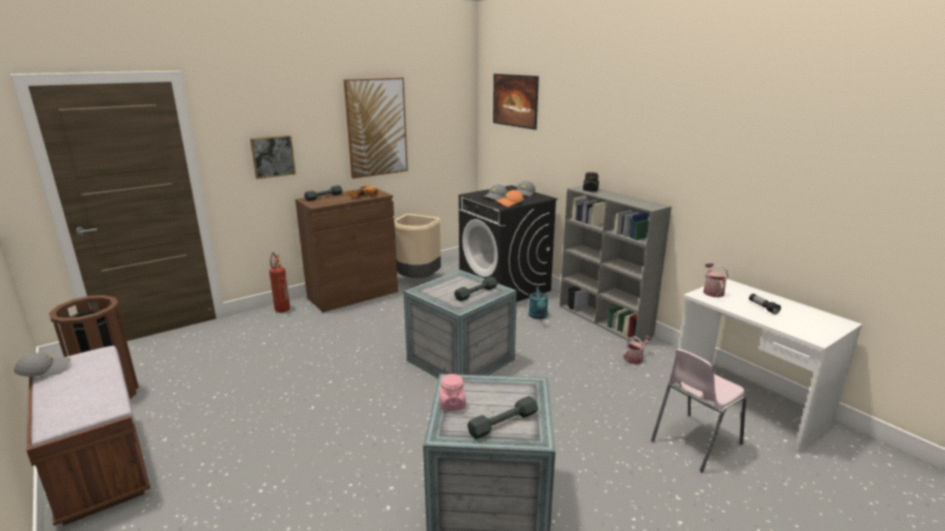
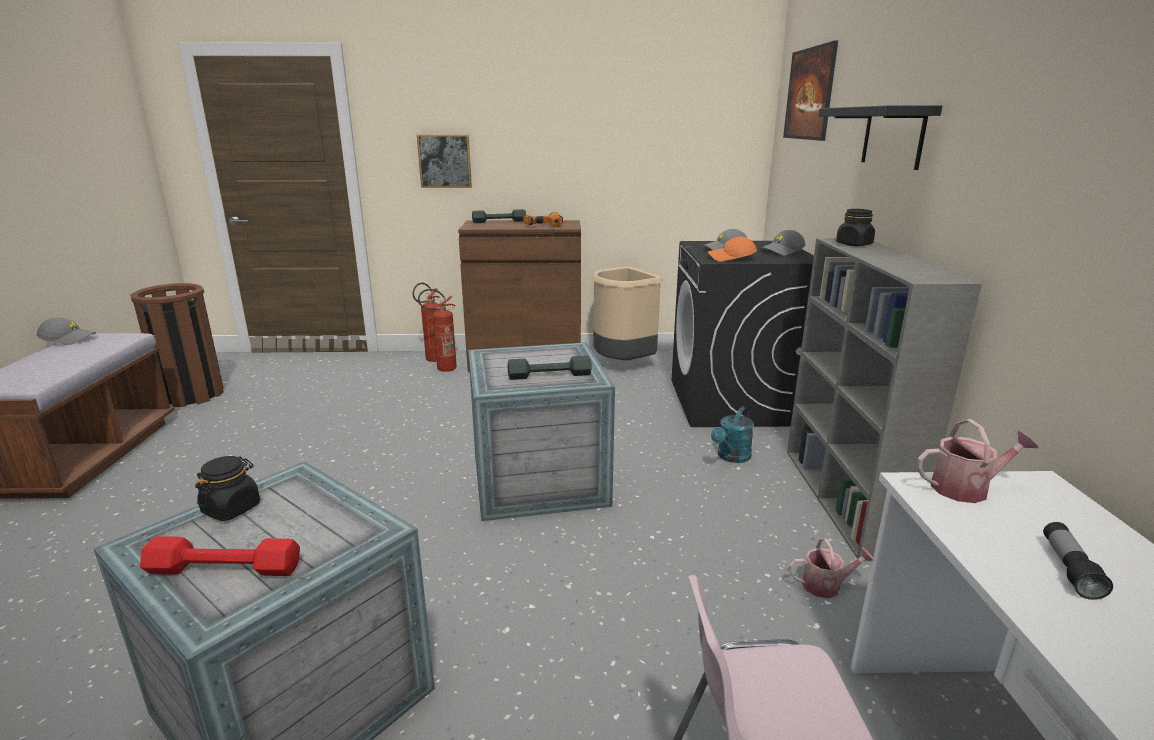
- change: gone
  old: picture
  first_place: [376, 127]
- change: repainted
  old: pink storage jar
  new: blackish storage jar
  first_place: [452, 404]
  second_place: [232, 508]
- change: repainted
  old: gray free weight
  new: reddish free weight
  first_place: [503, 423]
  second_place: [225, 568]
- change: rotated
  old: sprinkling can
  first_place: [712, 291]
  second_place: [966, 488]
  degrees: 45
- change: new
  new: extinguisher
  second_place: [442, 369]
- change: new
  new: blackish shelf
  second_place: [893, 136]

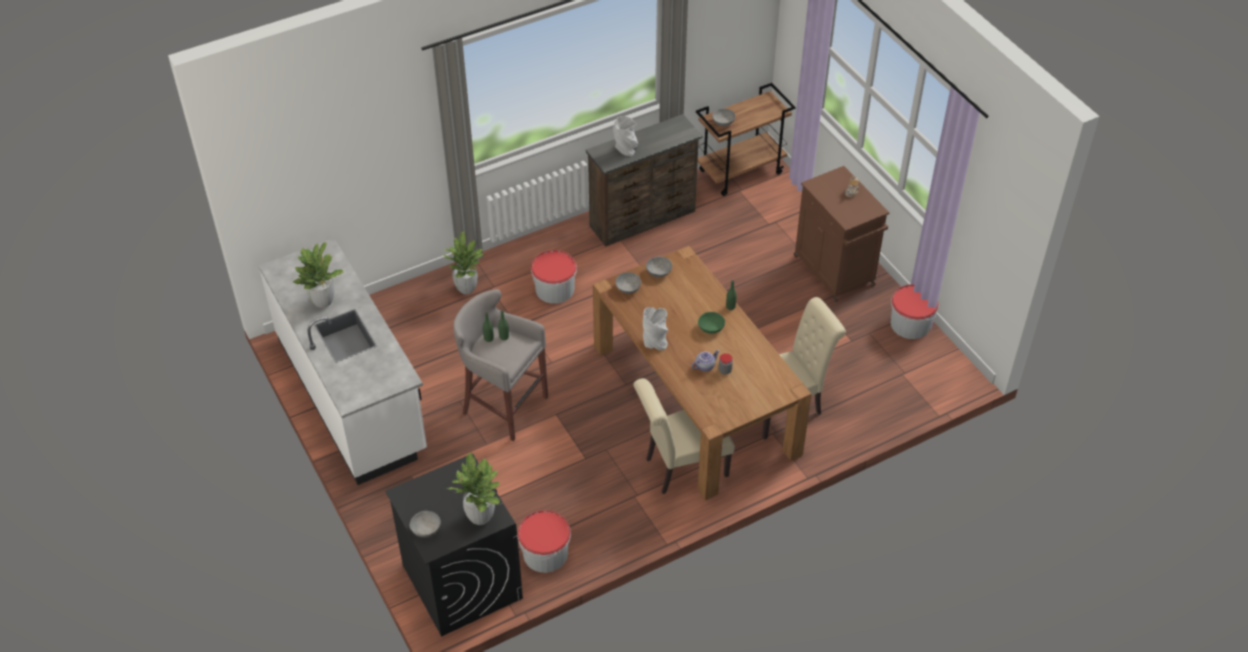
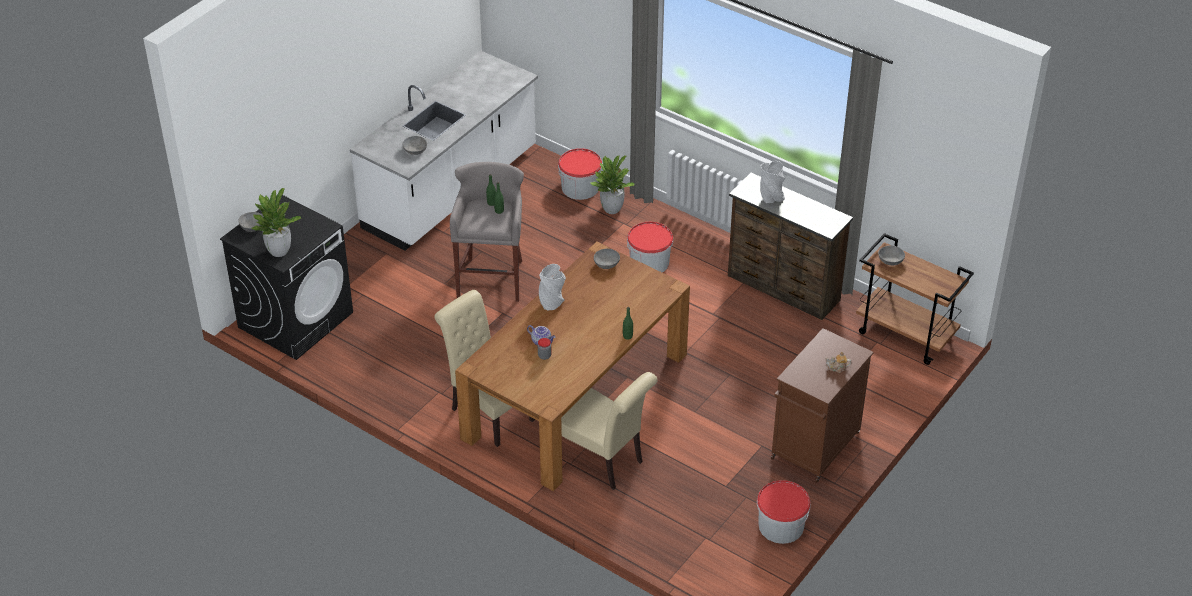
- change: gone
  old: potted plant
  first_place: [323, 301]
- change: shifted
  old: bucket
  first_place: [545, 553]
  second_place: [580, 187]
- change: shifted
  old: gray deep dish
  first_place: [658, 272]
  second_place: [415, 150]
- change: gone
  old: green-coloured deep dish
  first_place: [711, 328]

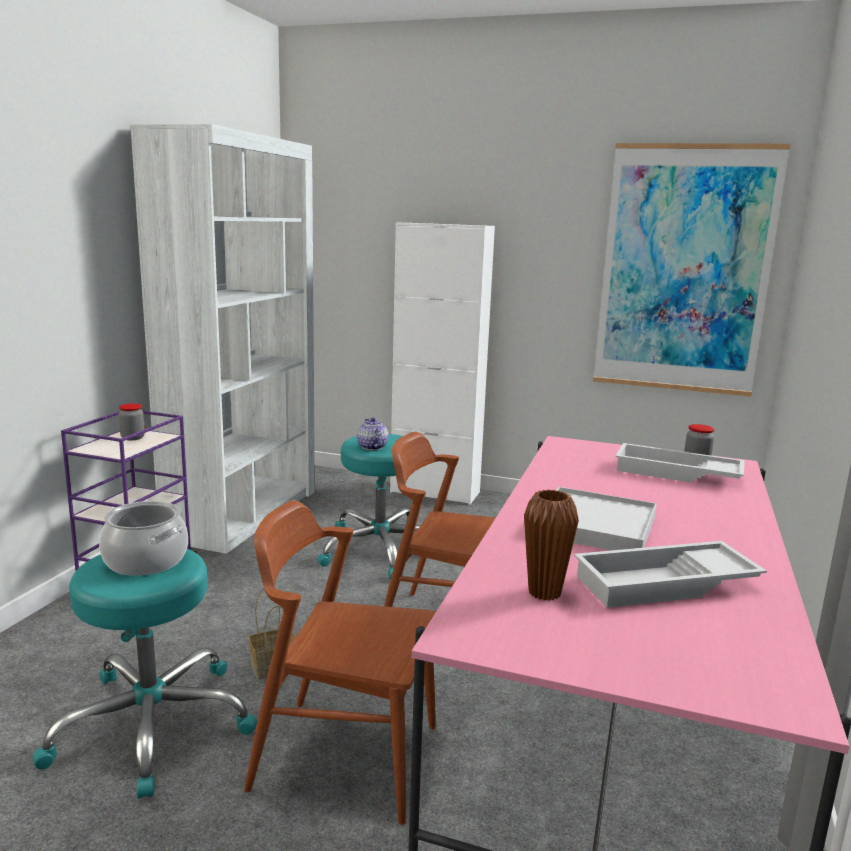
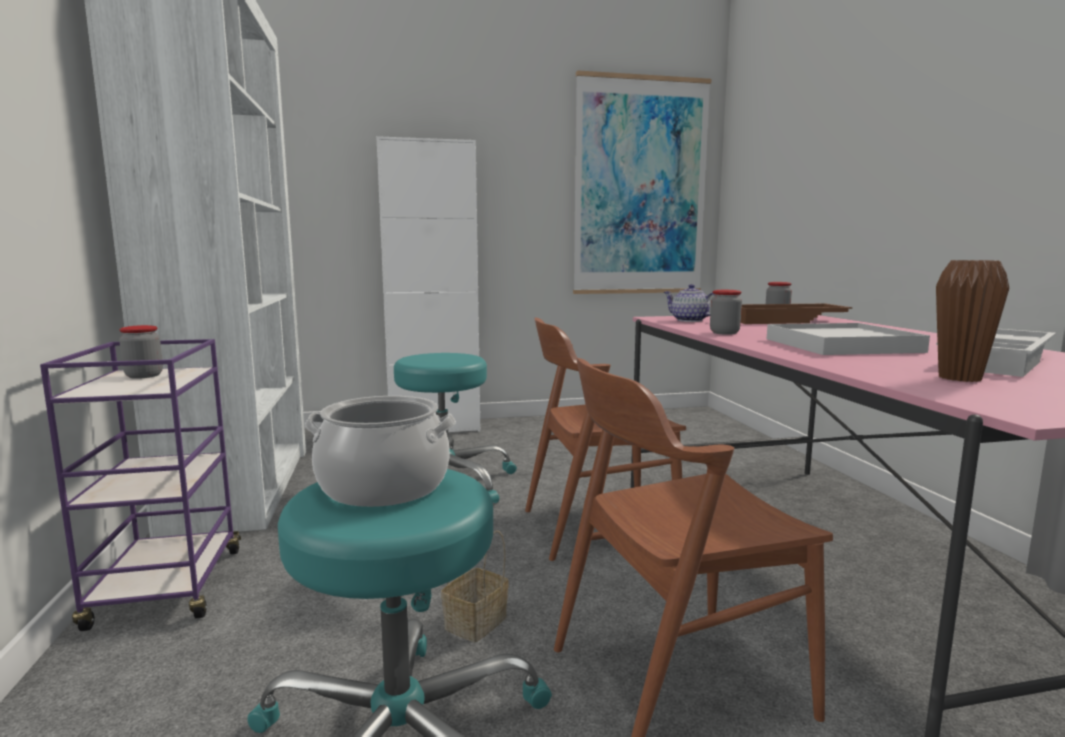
- change: shifted
  old: tea pot
  first_place: [372, 447]
  second_place: [690, 320]
- change: repainted
  old: white-coloured serving tray
  new: brown-coloured serving tray
  first_place: [676, 473]
  second_place: [785, 321]
- change: new
  new: storage jar
  second_place: [724, 333]

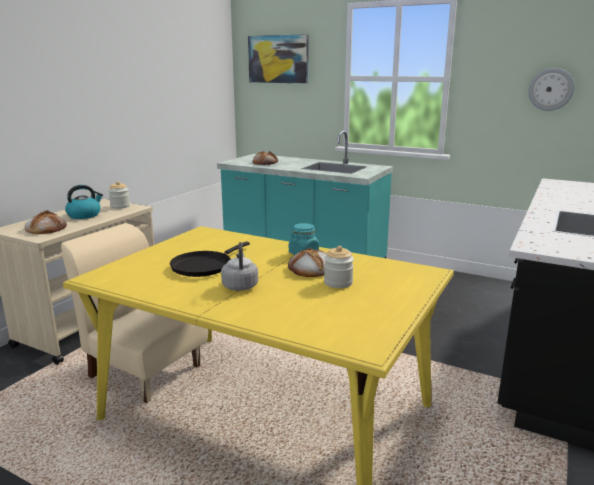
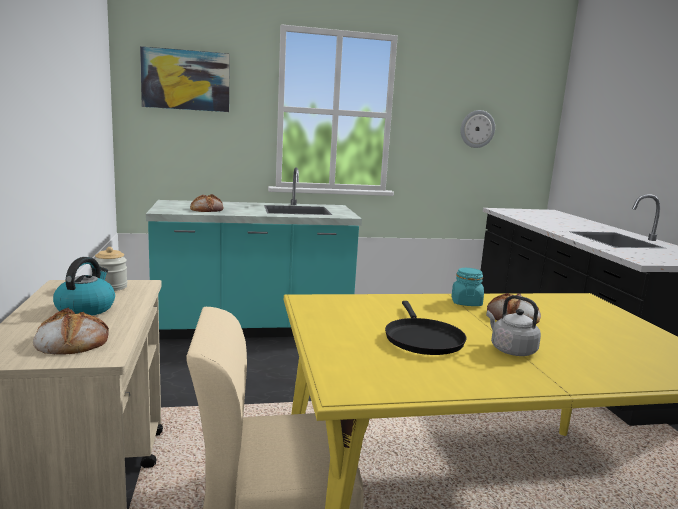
- change: gone
  old: storage jar
  first_place: [338, 283]

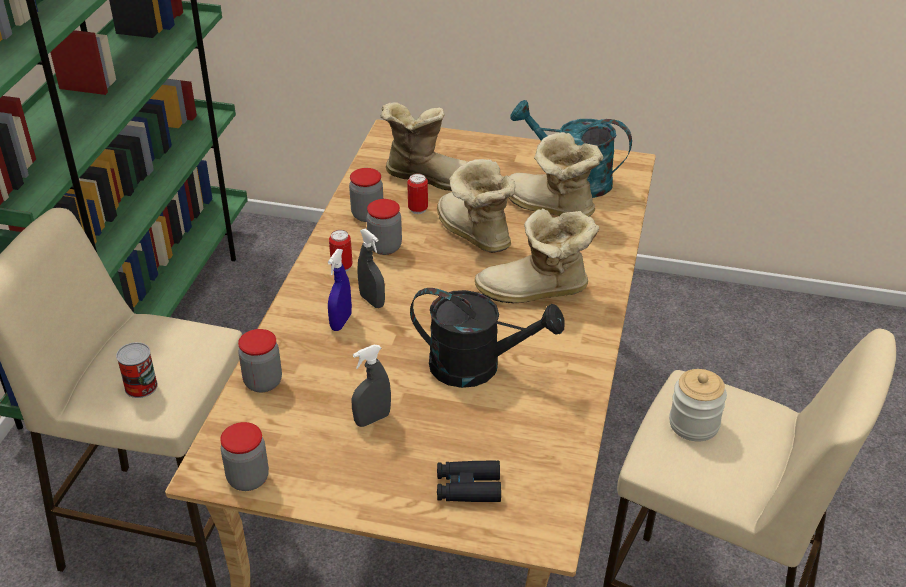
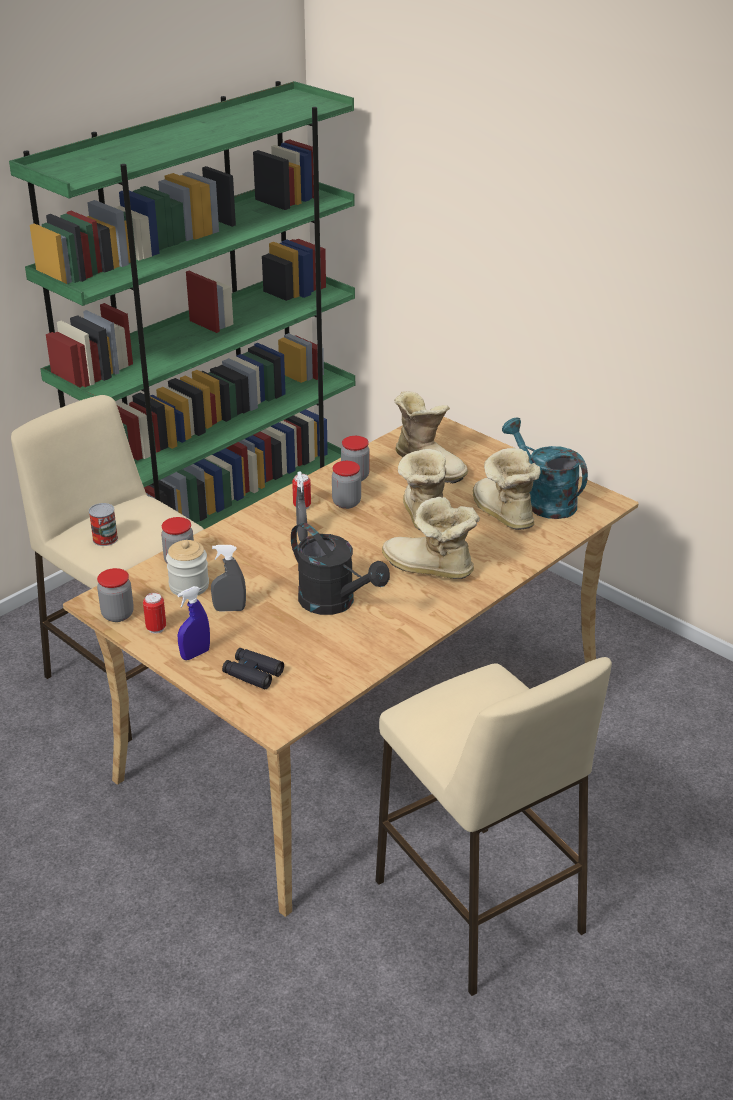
- change: shifted
  old: blue spray bottle
  first_place: [341, 322]
  second_place: [195, 654]
- change: shifted
  old: metal can
  first_place: [418, 209]
  second_place: [156, 628]
- change: shifted
  old: storage jar
  first_place: [694, 424]
  second_place: [189, 586]

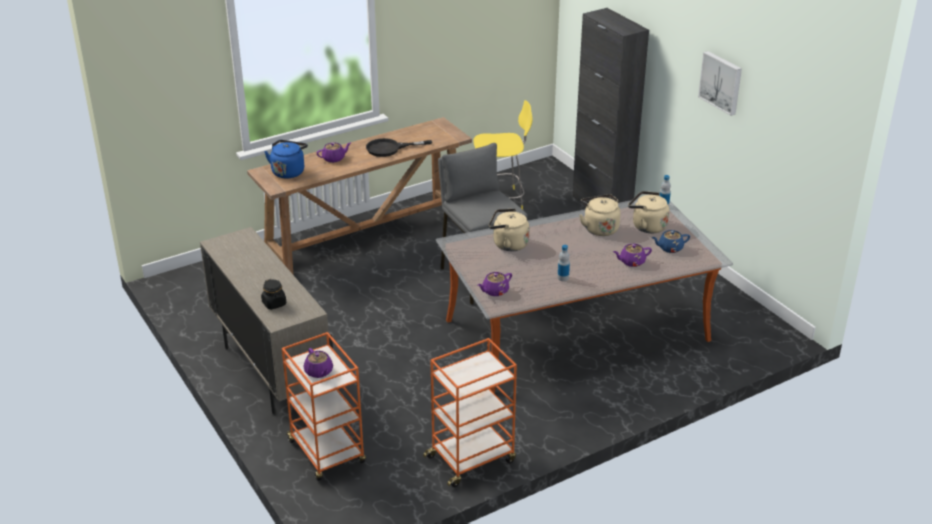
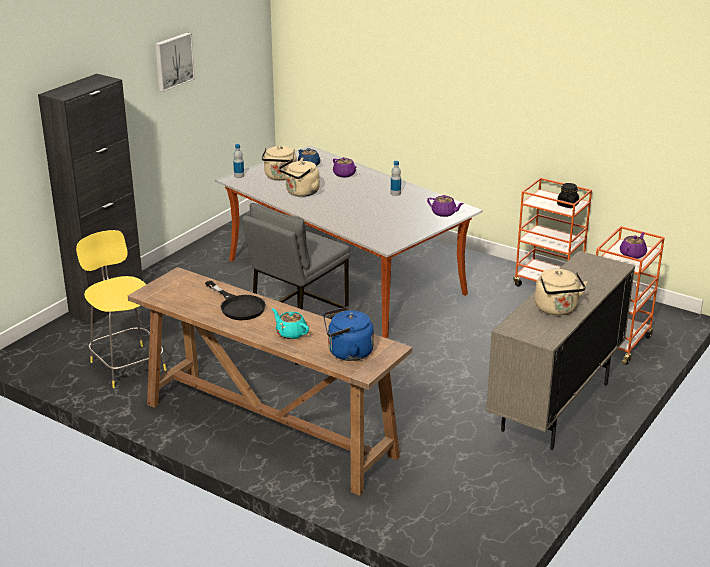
- change: shifted
  old: blackish storage jar
  first_place: [274, 304]
  second_place: [567, 205]
- change: repainted
  old: purplish tea pot
  new: turquoise tea pot
  first_place: [334, 158]
  second_place: [291, 333]
- change: shifted
  old: beige-coloured kettle
  first_place: [508, 244]
  second_place: [557, 309]

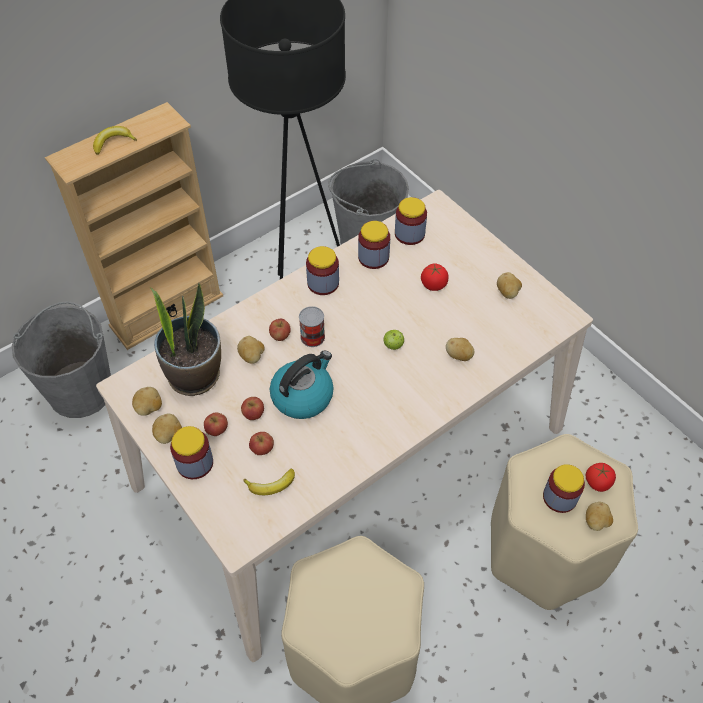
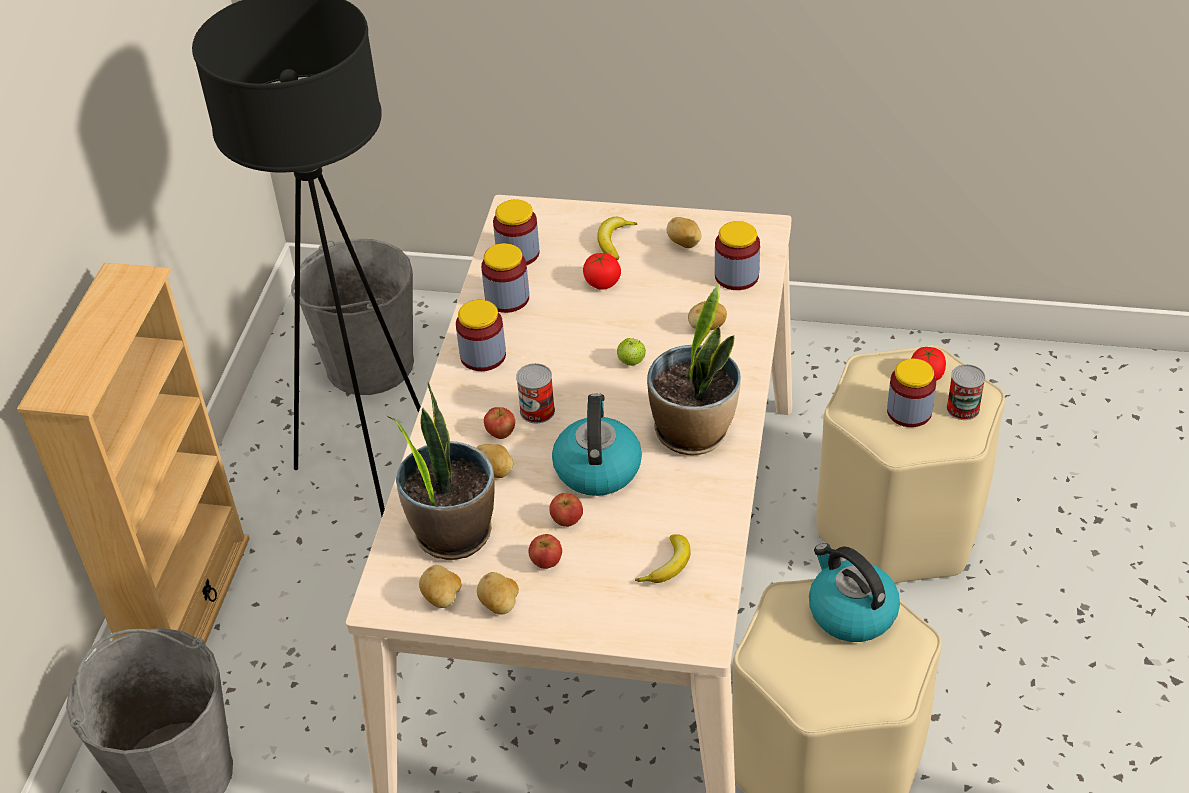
- change: shifted
  old: banana
  first_place: [113, 143]
  second_place: [614, 241]
- change: shifted
  old: storage jar
  first_place: [195, 463]
  second_place: [736, 276]
- change: gone
  old: apple fruit
  first_place: [262, 449]
- change: swapped
  old: whole potato
  new: metal can
  first_place: [596, 522]
  second_place: [963, 408]
- change: new
  new: potted plant
  second_place: [694, 432]
- change: new
  new: kettle
  second_place: [850, 612]

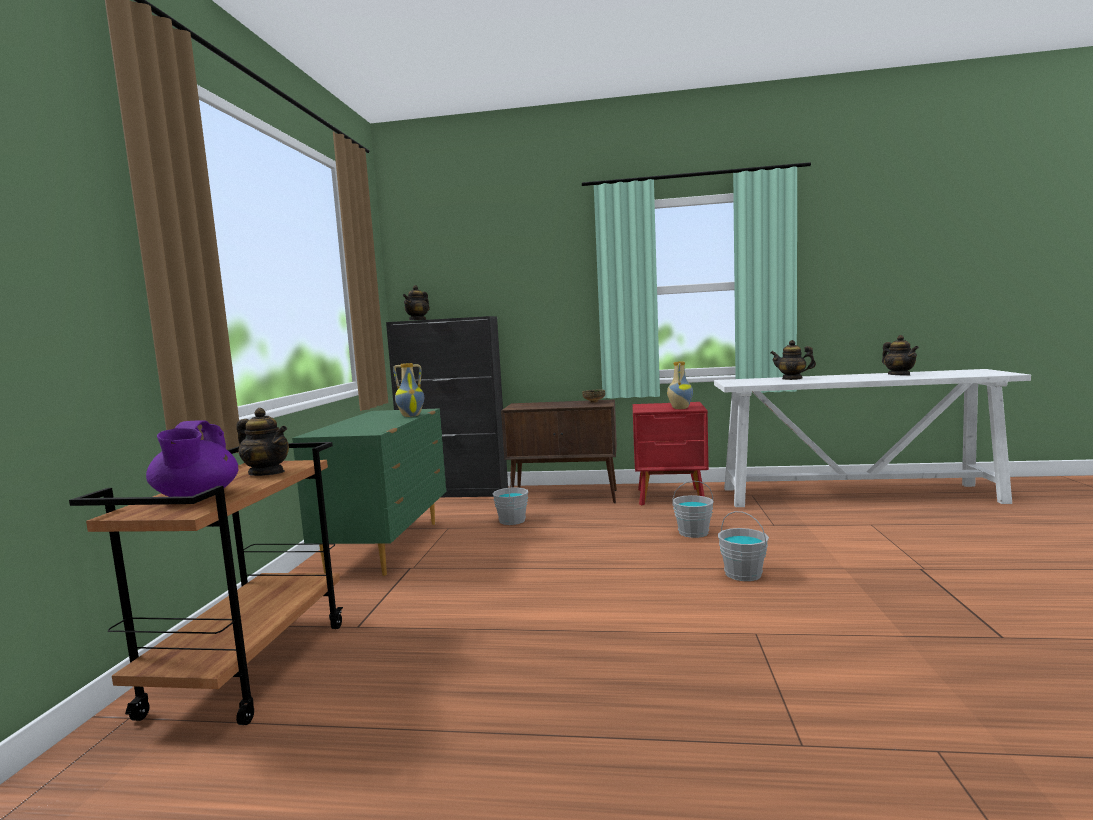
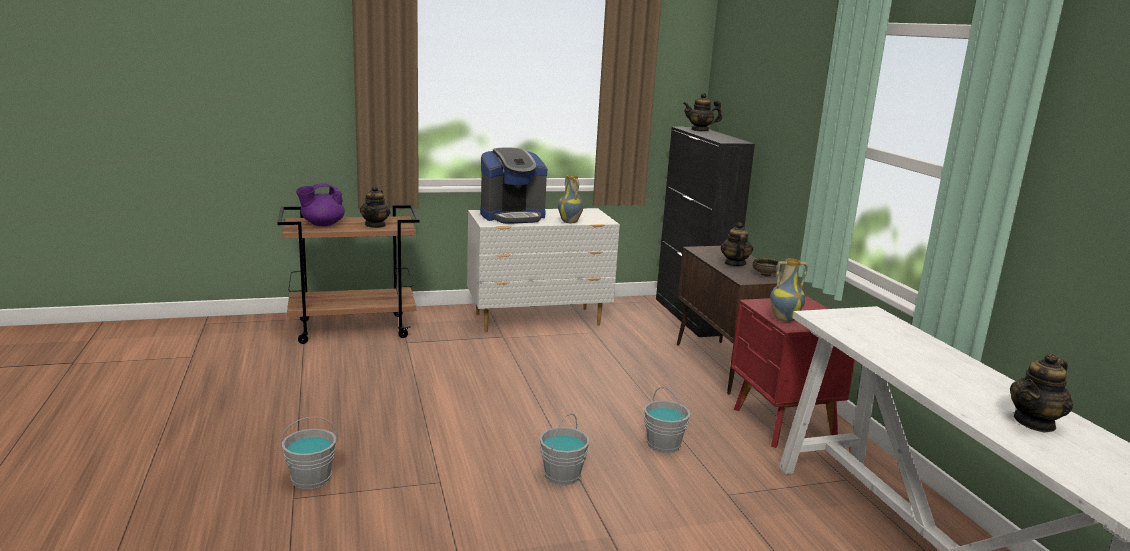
- change: repainted
  old: green-coloured drawer chest
  new: white-coloured drawer chest
  first_place: [388, 546]
  second_place: [539, 320]
- change: shifted
  old: gray bucket
  first_place: [511, 520]
  second_place: [311, 478]
- change: shifted
  old: tea pot
  first_place: [792, 378]
  second_place: [734, 264]
- change: new
  new: coffee machine
  second_place: [512, 216]

